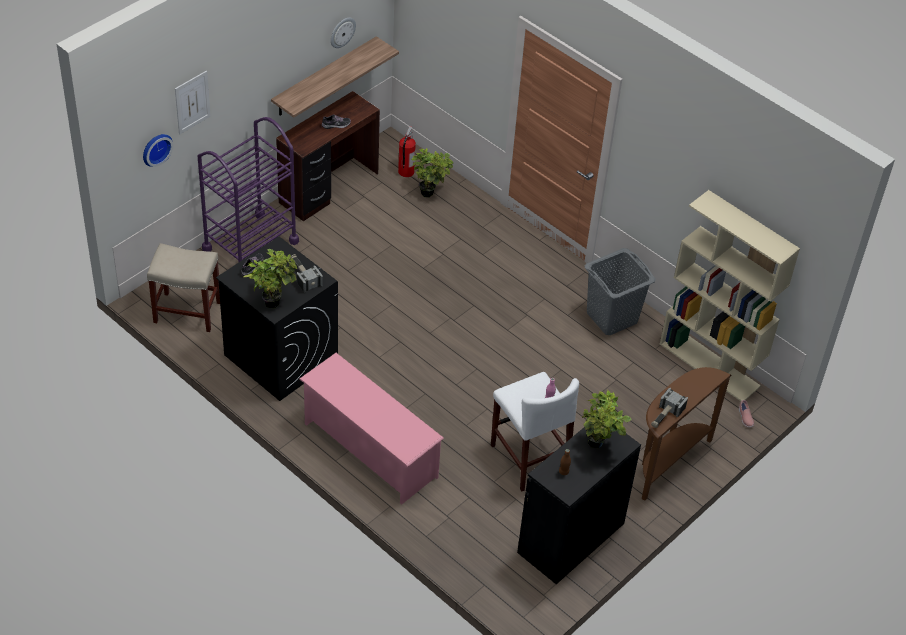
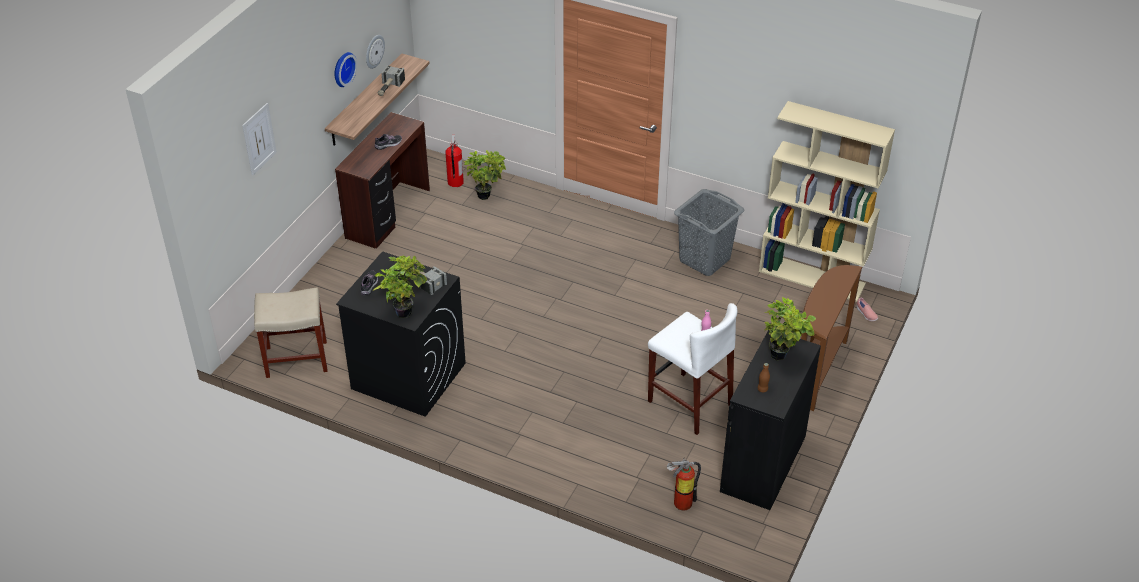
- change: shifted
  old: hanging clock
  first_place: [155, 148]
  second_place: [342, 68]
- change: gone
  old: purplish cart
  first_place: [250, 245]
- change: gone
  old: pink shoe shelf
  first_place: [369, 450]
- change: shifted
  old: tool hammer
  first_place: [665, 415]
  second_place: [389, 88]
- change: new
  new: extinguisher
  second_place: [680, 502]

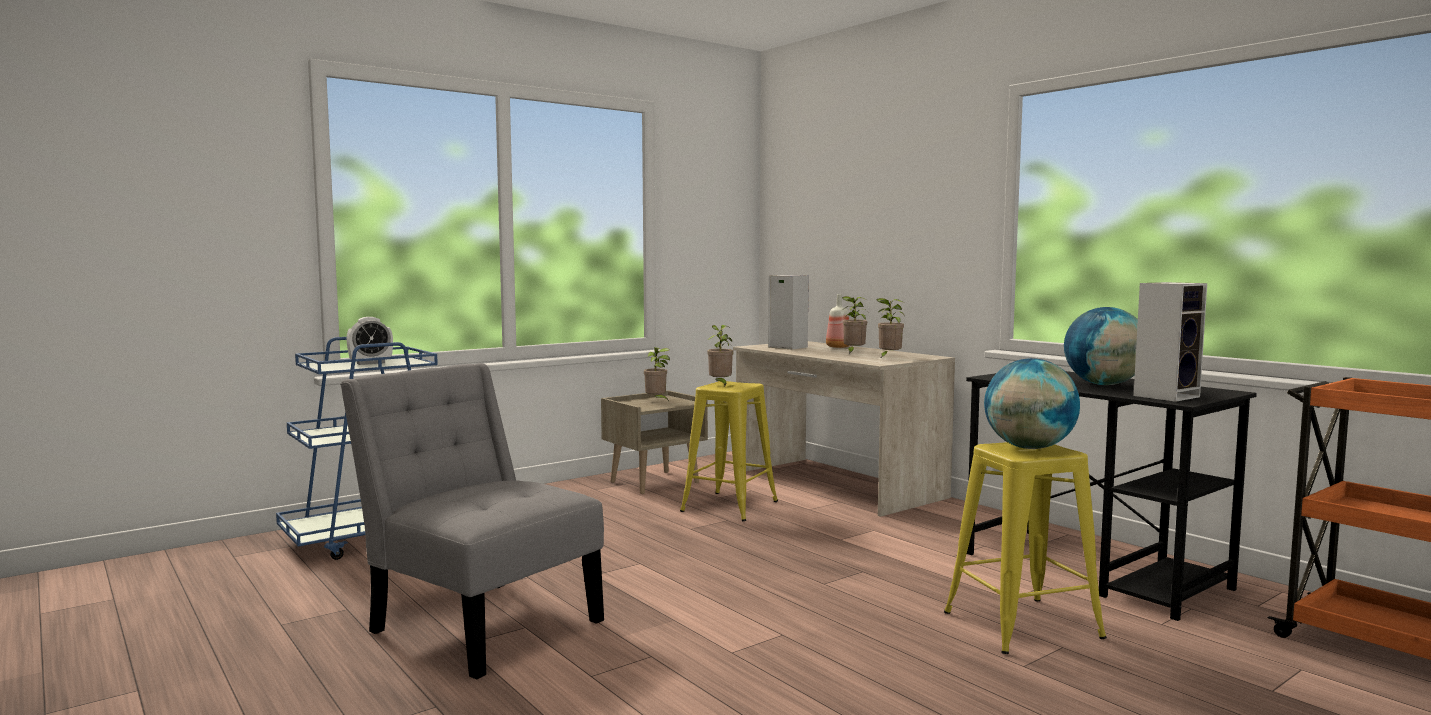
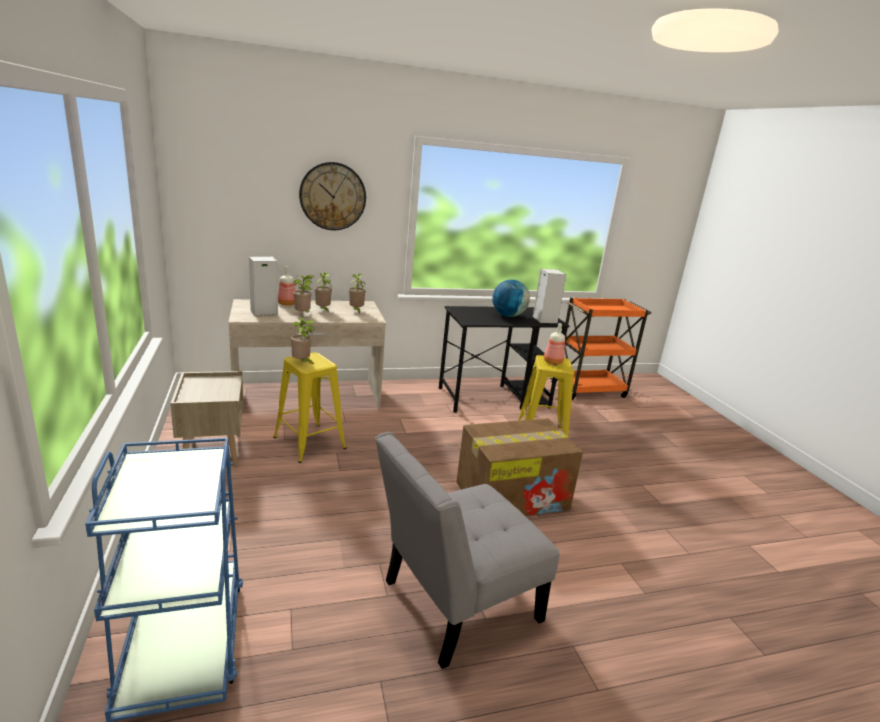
- change: gone
  old: bedside clock
  first_place: [371, 363]
- change: shifted
  old: potted plant
  first_place: [657, 401]
  second_place: [303, 314]
- change: swapped
  old: globe
  new: beverage bottle
  first_place: [1029, 448]
  second_place: [553, 362]
- change: new
  new: hanging clock
  second_place: [332, 196]
- change: new
  new: carton
  second_place: [513, 495]

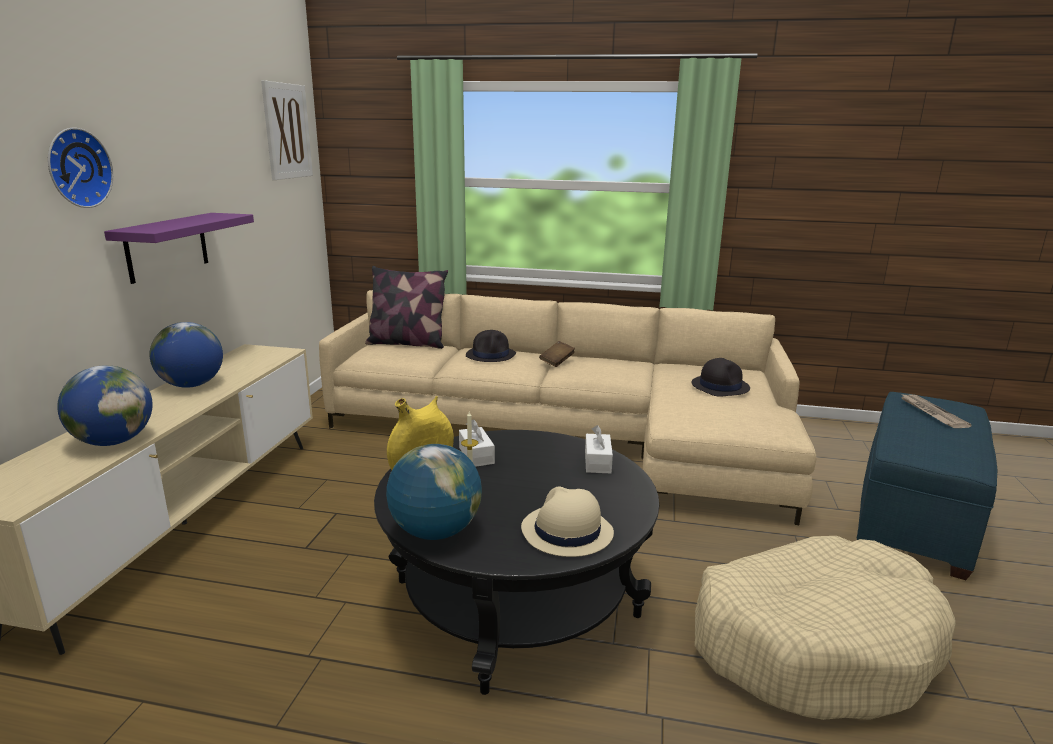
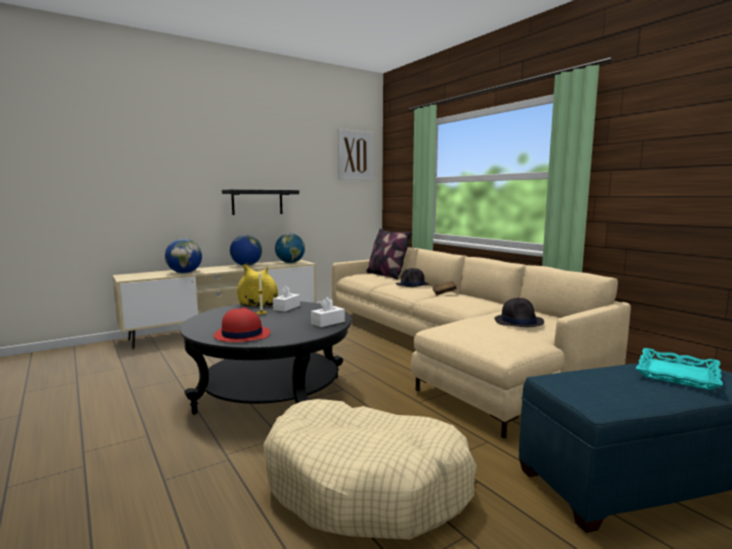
- change: gone
  old: hanging clock
  first_place: [76, 168]
- change: repainted
  old: purplish shelf
  new: blackish shelf
  first_place: [167, 246]
  second_place: [257, 202]
- change: shifted
  old: globe
  first_place: [435, 531]
  second_place: [290, 263]
- change: repainted
  old: beige-coloured wearable hat
  new: reddish wearable hat
  first_place: [566, 532]
  second_place: [241, 335]
- change: swapped
  old: newspaper
  new: turquoise serving tray
  first_place: [931, 413]
  second_place: [676, 374]

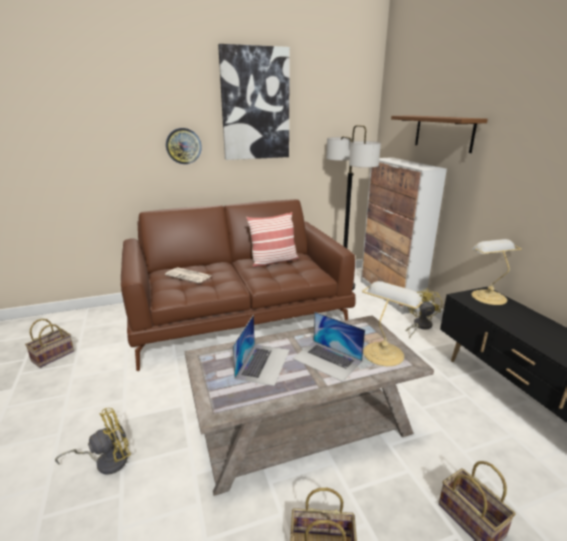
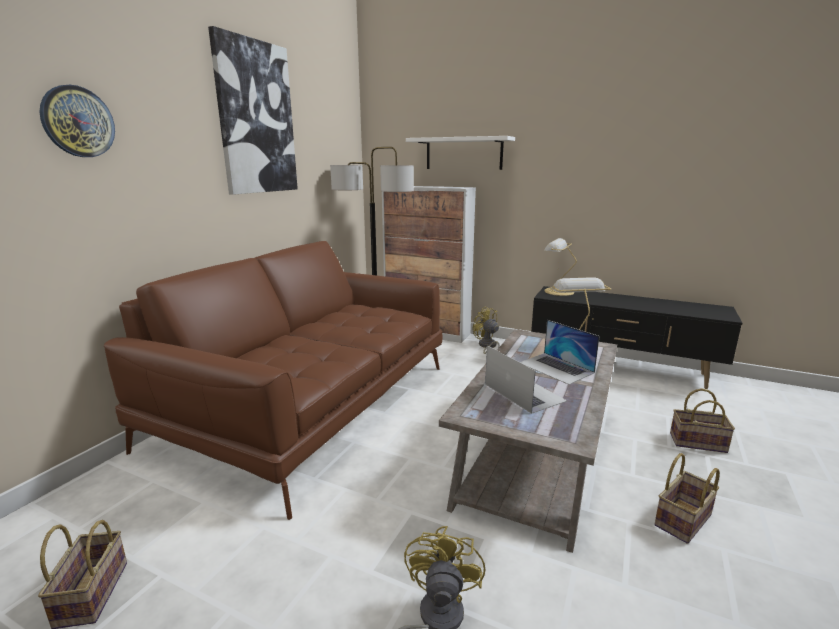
- change: gone
  old: newspaper
  first_place: [189, 275]
- change: shifted
  old: hanging clock
  first_place: [183, 146]
  second_place: [78, 122]
- change: gone
  old: pillow
  first_place: [273, 261]
- change: rotated
  old: laptop
  first_place: [327, 360]
  second_place: [556, 368]
  degrees: 60
- change: repainted
  old: brown-coloured shelf
  new: white-coloured shelf
  first_place: [443, 133]
  second_place: [463, 153]

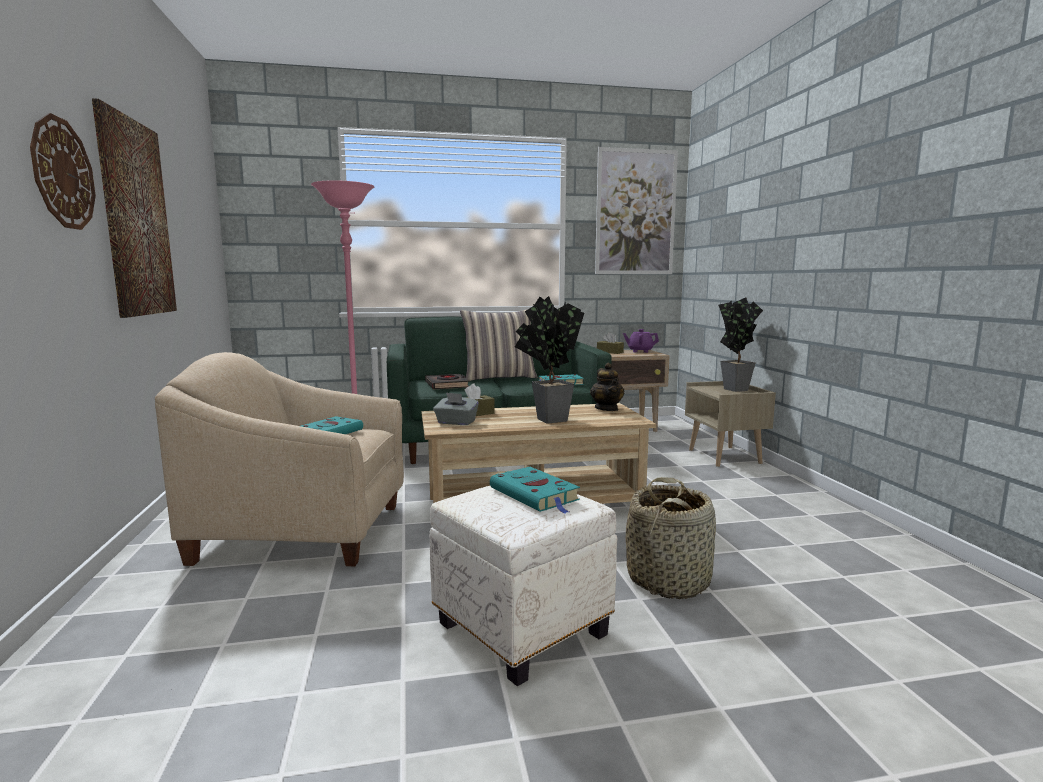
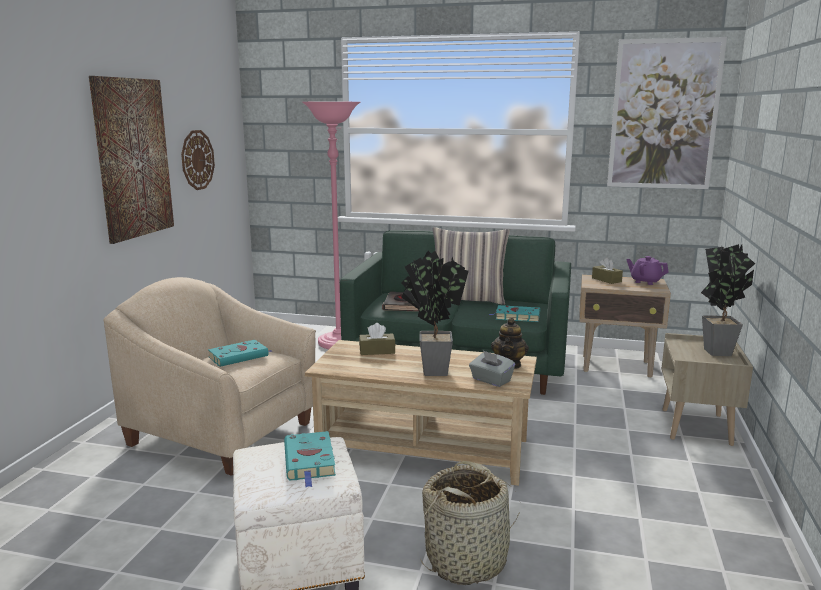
- change: shifted
  old: hanging clock
  first_place: [62, 173]
  second_place: [197, 160]
- change: shifted
  old: gray tissue box
  first_place: [456, 422]
  second_place: [491, 380]

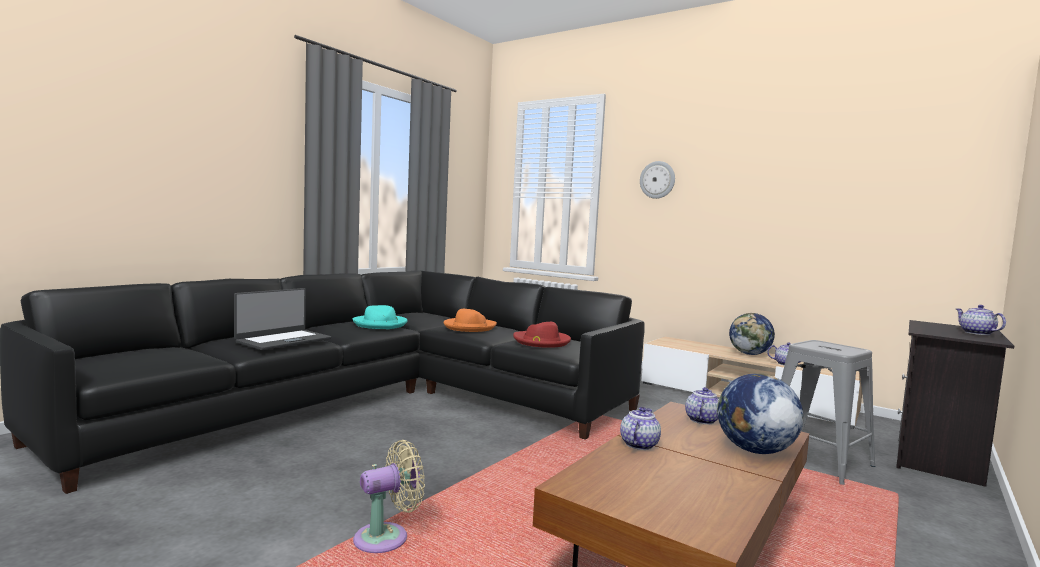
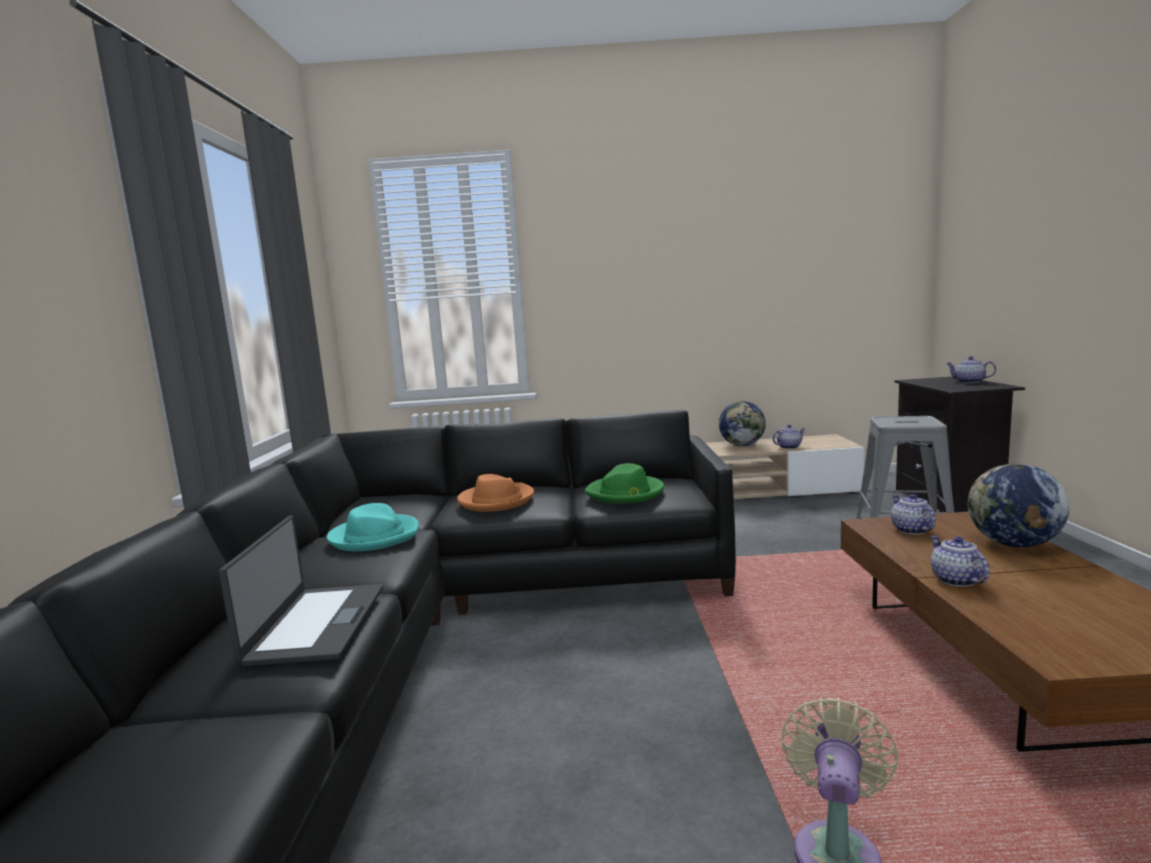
- change: repainted
  old: reddish wearable hat
  new: green-coloured wearable hat
  first_place: [541, 341]
  second_place: [625, 493]
- change: gone
  old: hanging clock
  first_place: [657, 180]

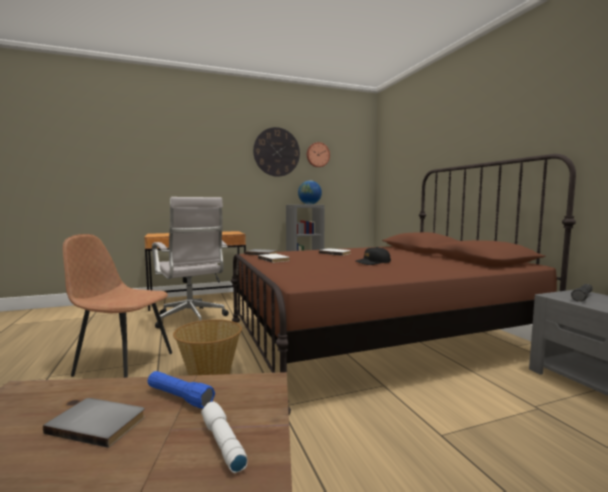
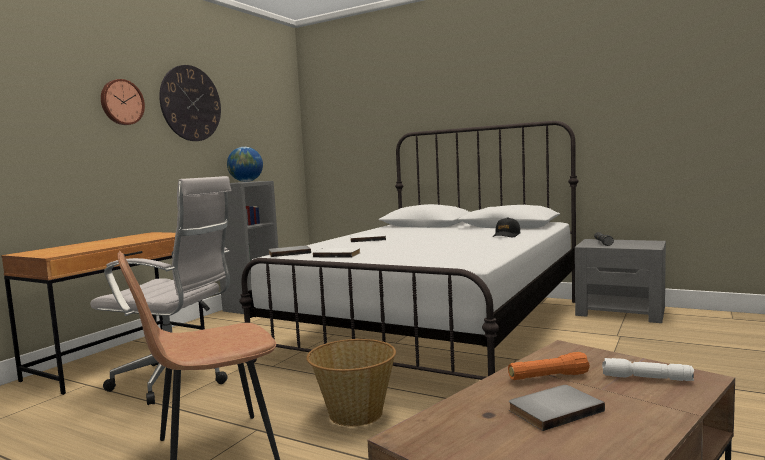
- change: repainted
  old: blue flashlight
  new: orange-coloured flashlight
  first_place: [179, 397]
  second_place: [548, 377]
- change: repainted
  old: brown-coloured bedroom bed
  new: white-coloured bedroom bed
  first_place: [376, 337]
  second_place: [434, 328]
- change: shifted
  old: hanging clock
  first_place: [317, 155]
  second_place: [121, 102]
- change: shifted
  old: blackish peaked cap
  first_place: [373, 263]
  second_place: [506, 235]

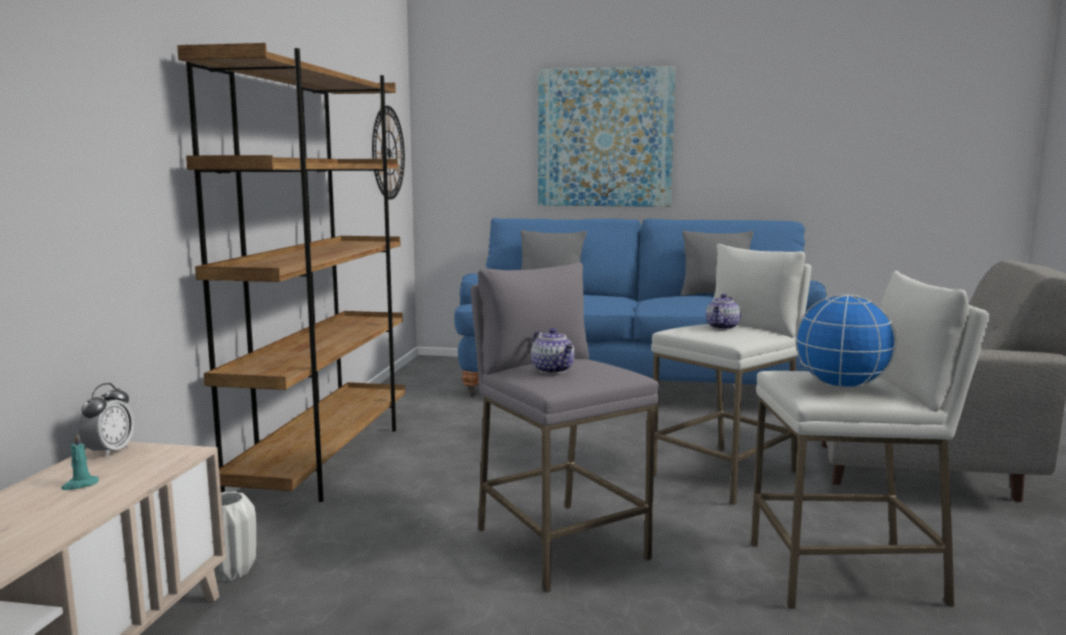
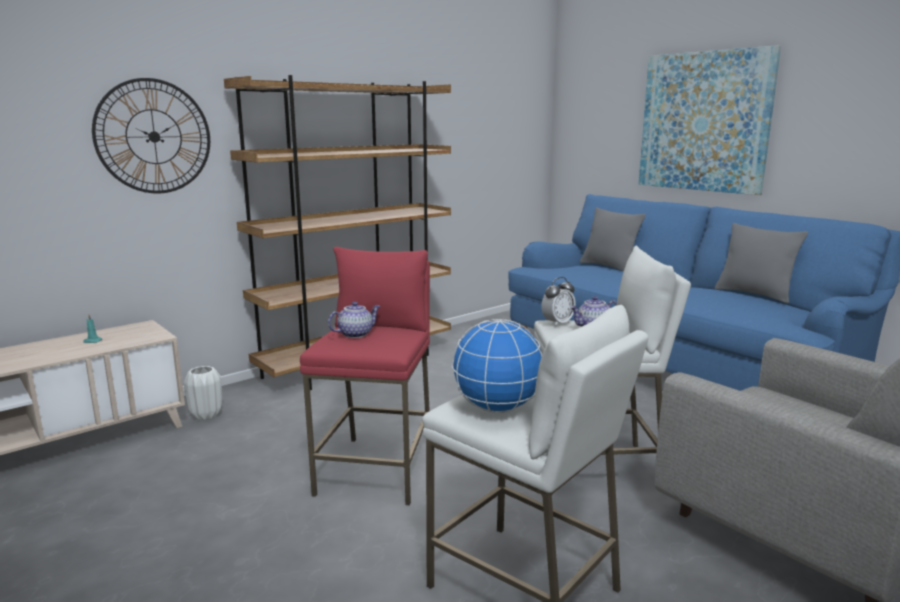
- change: shifted
  old: bedside clock
  first_place: [109, 452]
  second_place: [557, 323]
- change: shifted
  old: hanging clock
  first_place: [388, 153]
  second_place: [154, 136]
- change: repainted
  old: gray stool seat
  new: reddish stool seat
  first_place: [559, 544]
  second_place: [377, 469]
- change: rotated
  old: tea pot
  first_place: [553, 370]
  second_place: [355, 334]
  degrees: -135

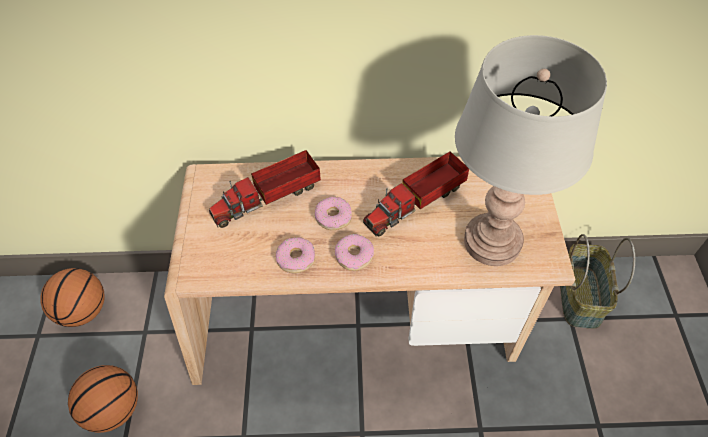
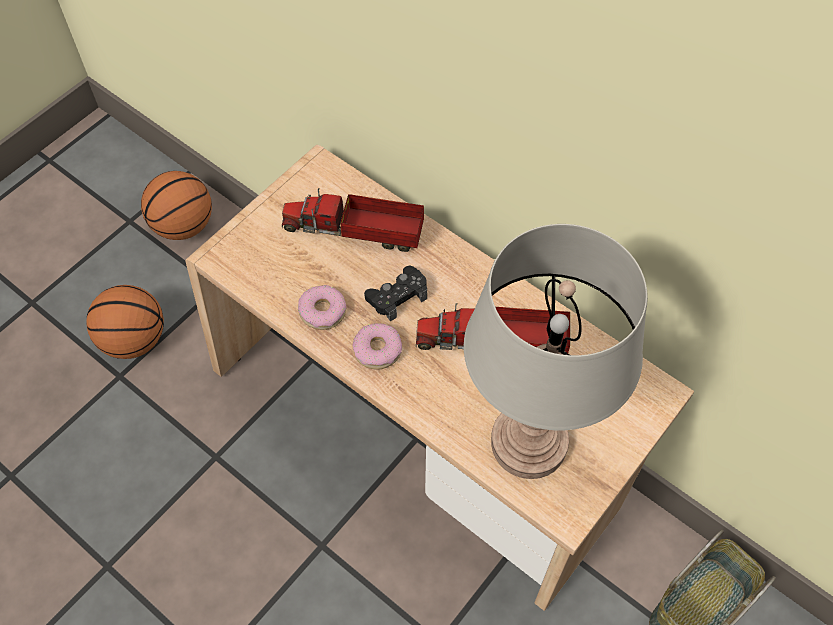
- change: swapped
  old: ring doughnut
  new: blackish game controller
  first_place: [333, 217]
  second_place: [397, 296]

